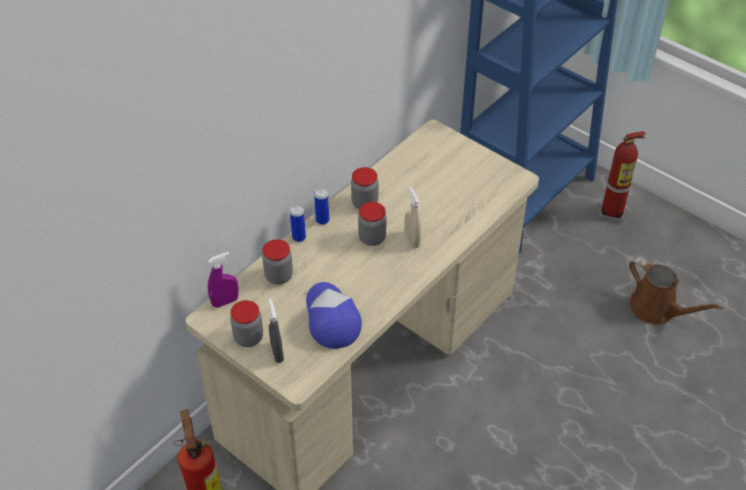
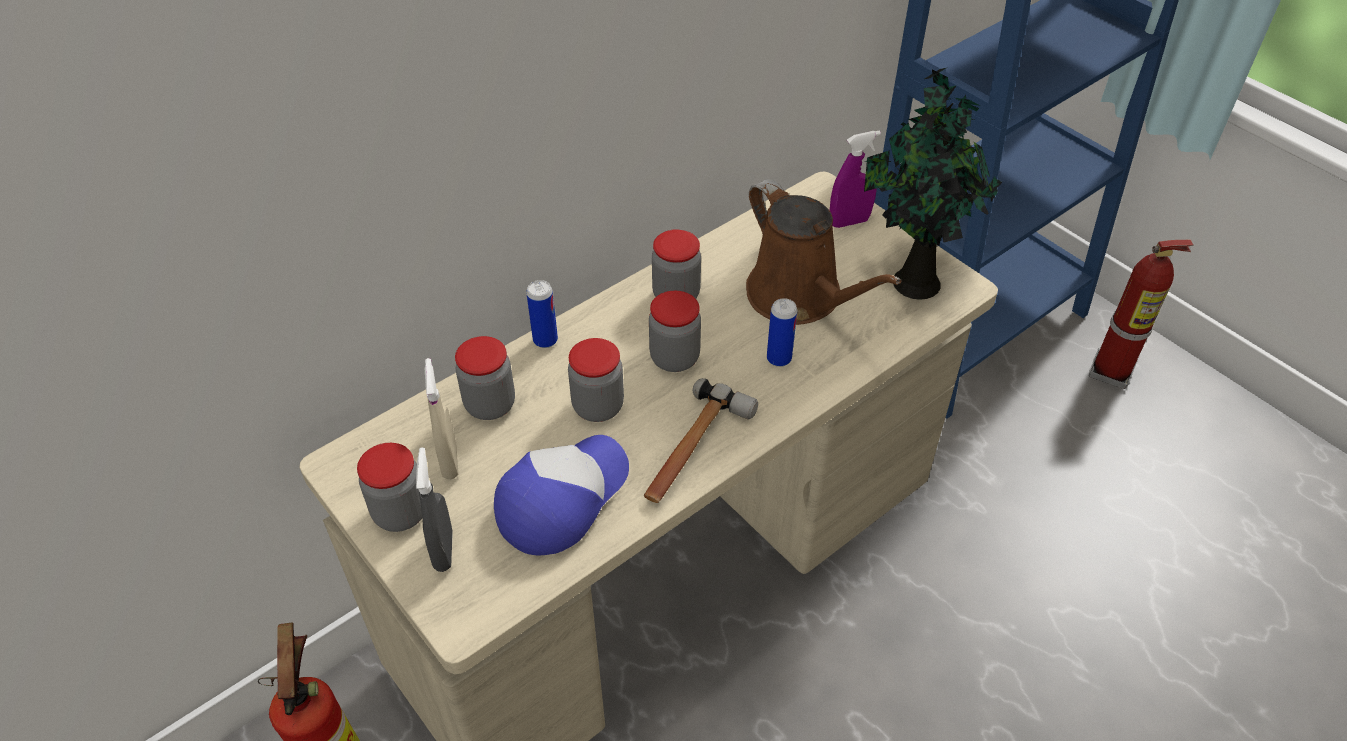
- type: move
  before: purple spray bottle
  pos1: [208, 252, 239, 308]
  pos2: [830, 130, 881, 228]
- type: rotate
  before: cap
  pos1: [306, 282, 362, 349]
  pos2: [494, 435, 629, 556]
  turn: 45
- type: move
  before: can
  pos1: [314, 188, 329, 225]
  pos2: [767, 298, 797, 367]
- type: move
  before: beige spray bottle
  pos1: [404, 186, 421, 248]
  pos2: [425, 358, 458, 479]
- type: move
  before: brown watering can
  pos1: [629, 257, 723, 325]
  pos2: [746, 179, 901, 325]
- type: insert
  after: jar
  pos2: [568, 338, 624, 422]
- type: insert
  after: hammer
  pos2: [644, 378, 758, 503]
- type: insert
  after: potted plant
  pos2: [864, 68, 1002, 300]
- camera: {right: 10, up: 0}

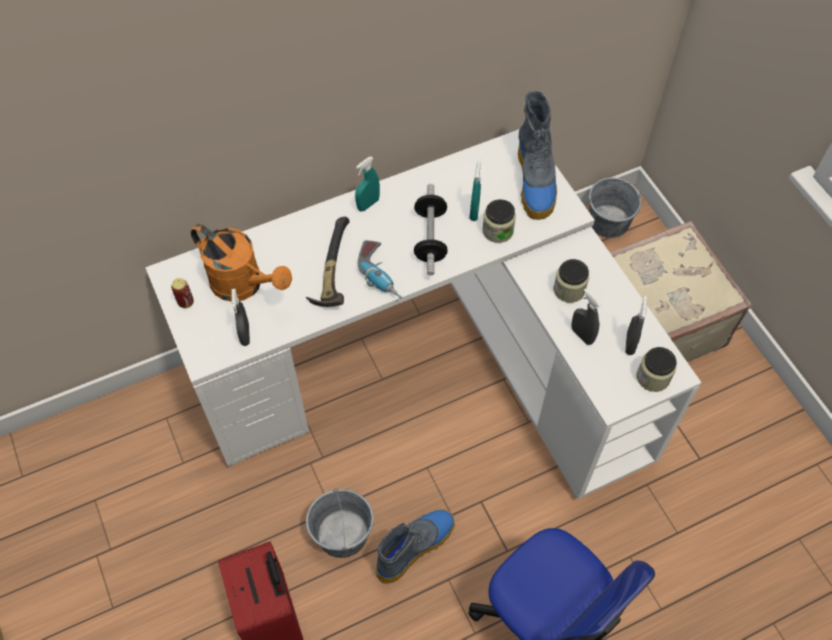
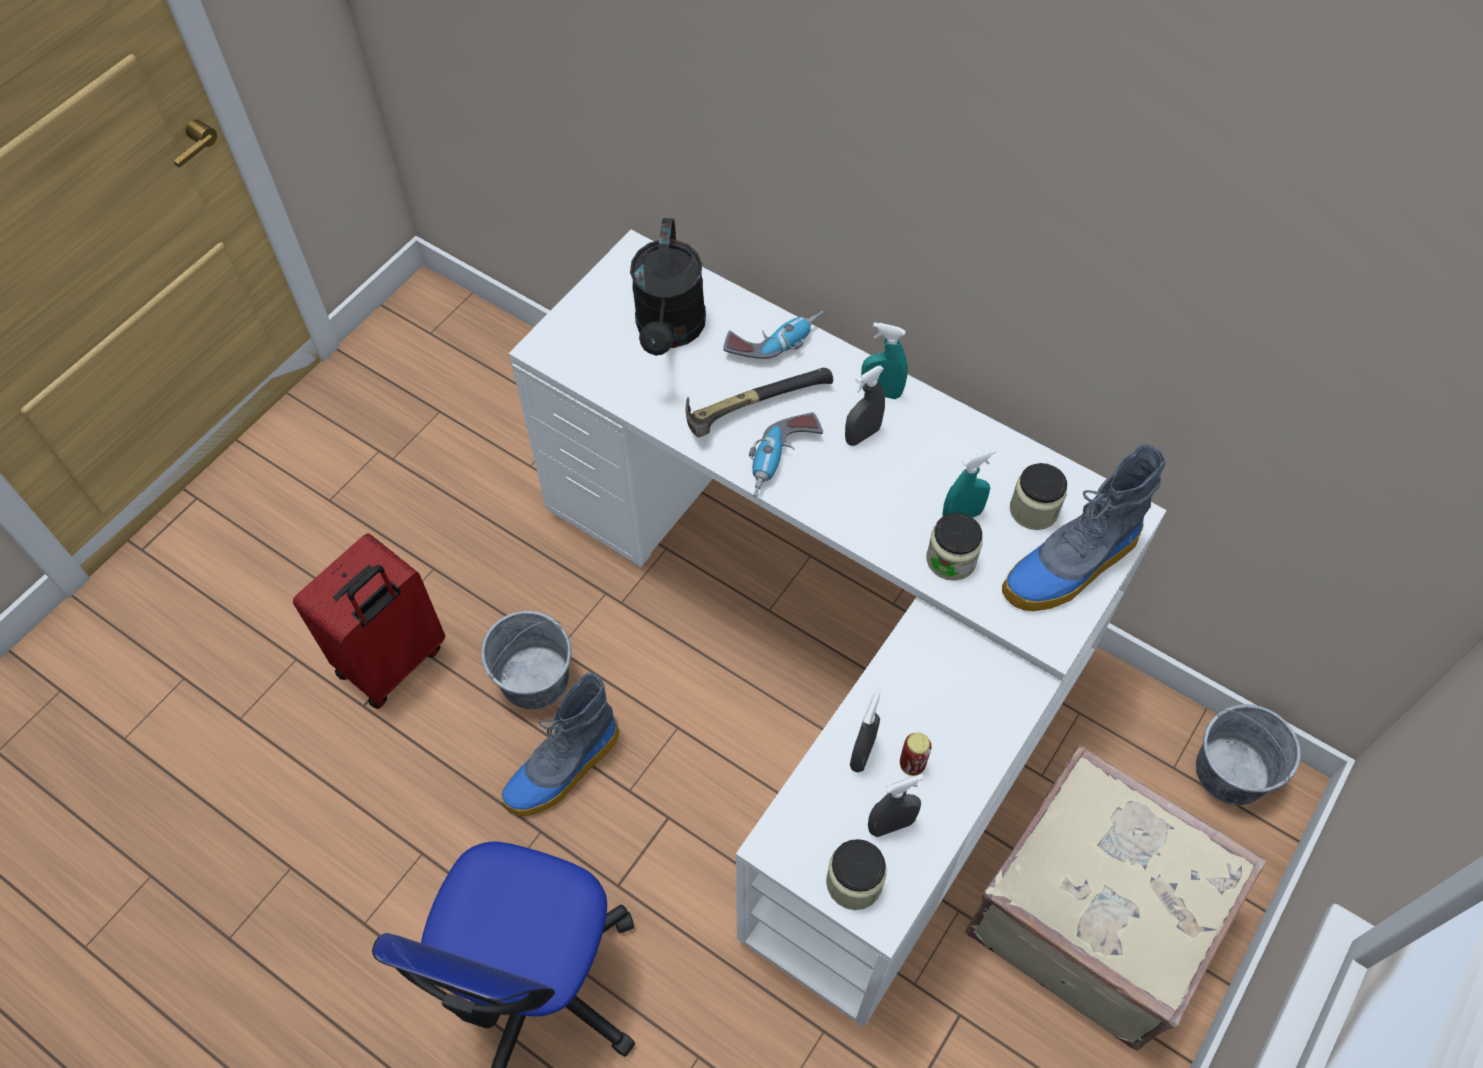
- type: move
  before: can
  pos1: [171, 278, 194, 308]
  pos2: [900, 732, 932, 776]
- type: recolor
  before: orange watering can
  after: black watering can
  pos1: [191, 224, 292, 302]
  pos2: [630, 218, 706, 356]
- type: move
  before: grey spray bottle
  pos1: [231, 289, 250, 346]
  pos2: [845, 366, 885, 446]
- type: rotate
  before: boot
  pos1: [376, 509, 455, 584]
  pos2: [501, 673, 620, 816]
  turn: 120
- type: delete
  before: dumbbell
  pos1: [414, 184, 448, 276]
- type: move
  before: jar
  pos1: [553, 259, 589, 303]
  pos2: [1010, 463, 1067, 530]
- type: insert
  after: power drill
  pos2: [723, 311, 824, 359]
- camera: {right: 60, up: 0}

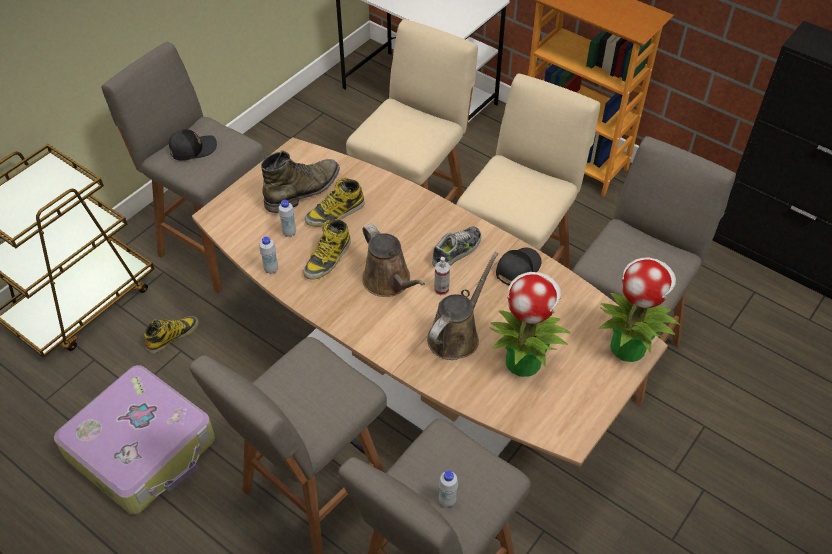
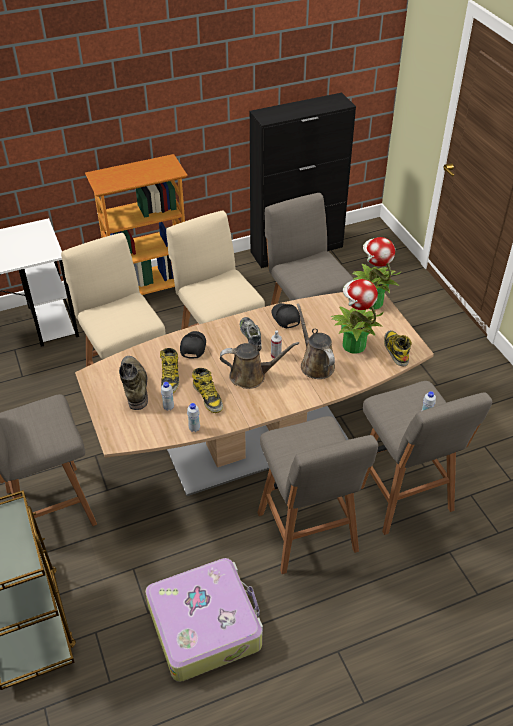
- type: move
  before: boot
  pos1: [144, 316, 199, 354]
  pos2: [384, 330, 412, 366]
- type: move
  before: black cap
  pos1: [169, 129, 217, 161]
  pos2: [180, 331, 206, 358]
- camera: {right: -60, up: -5}

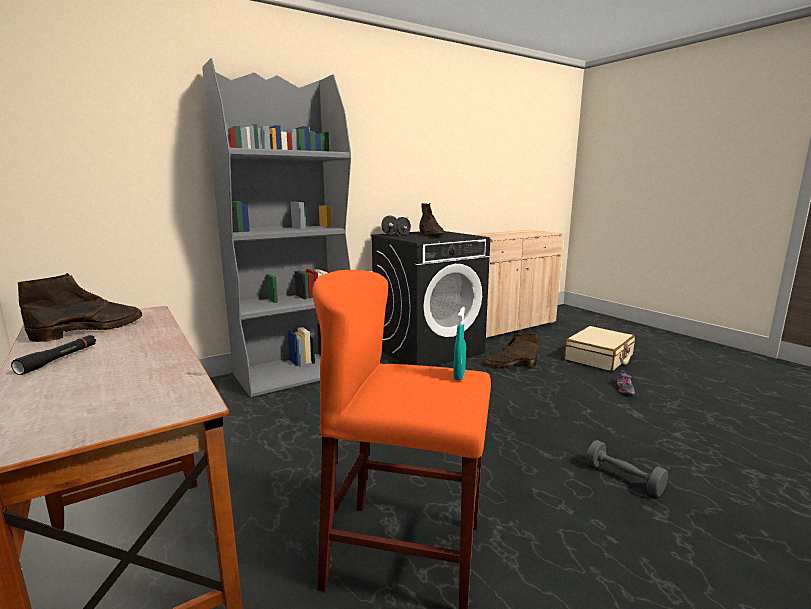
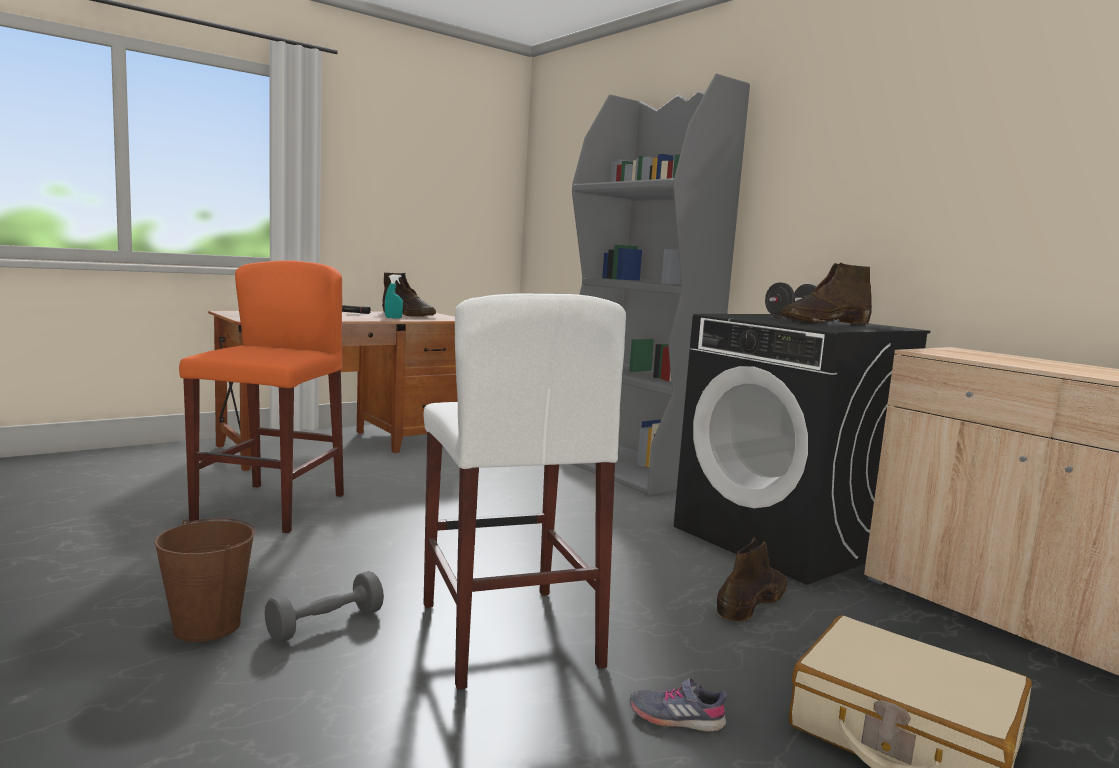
- type: move
  before: turquoise spray bottle
  pos1: [453, 307, 466, 381]
  pos2: [385, 275, 403, 319]
- type: rotate
  before: brown boot
  pos1: [483, 333, 538, 367]
  pos2: [717, 537, 787, 621]
  turn: 45
- type: insert
  after: brown bucket
  pos2: [154, 519, 256, 642]
- type: insert
  after: white stool
  pos2: [424, 293, 626, 690]
- camera: {right: 85, up: -5}

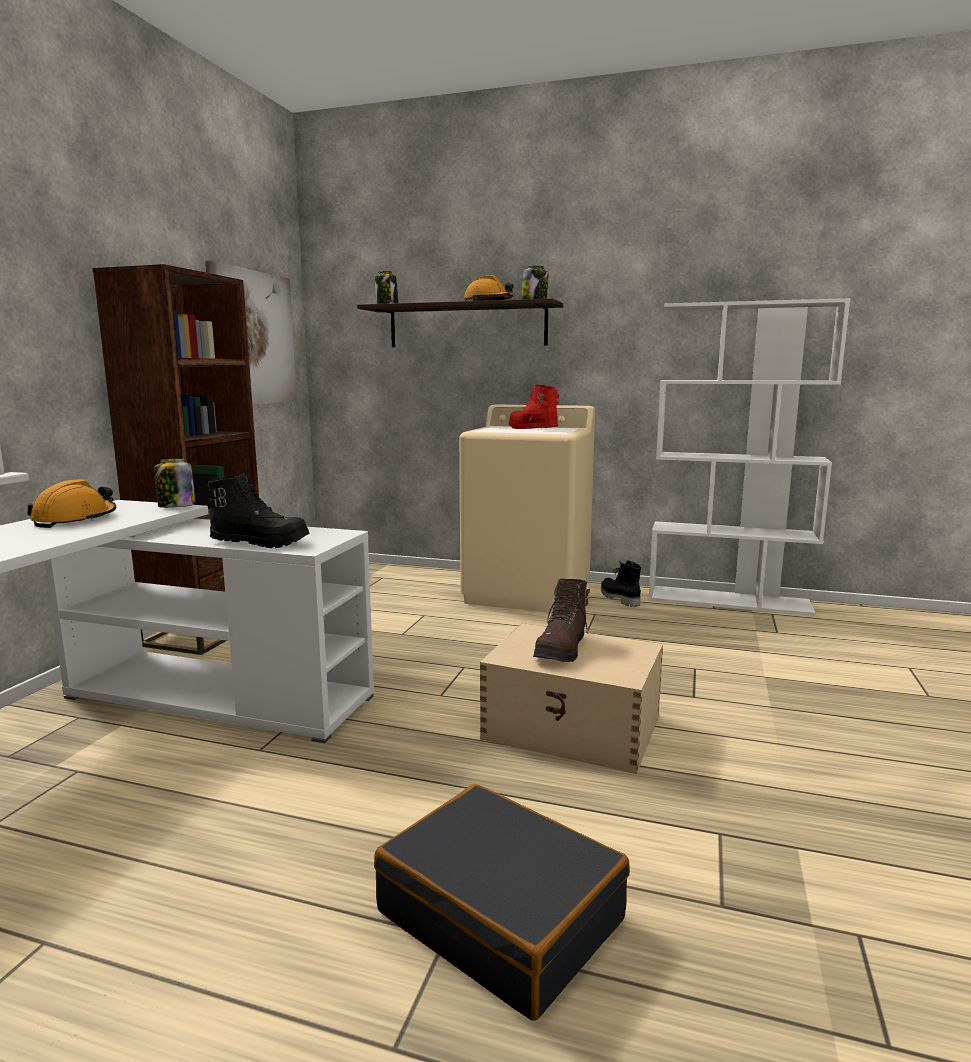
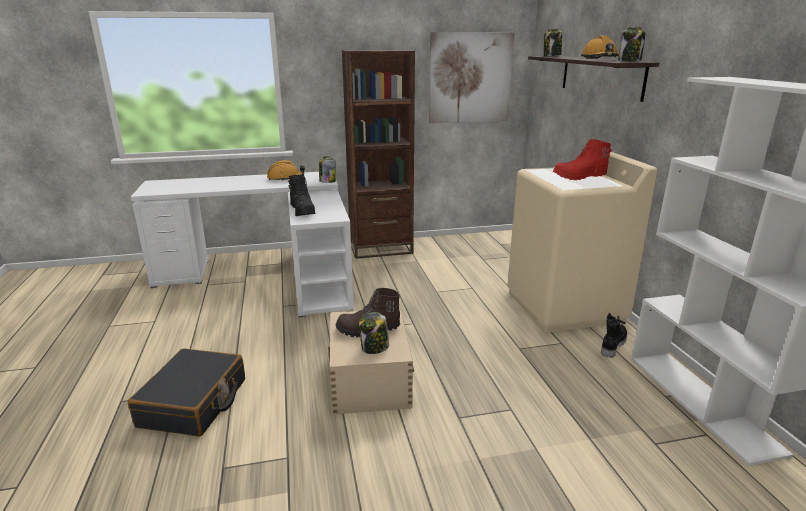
- type: rotate
  before: red boot
  pos1: [509, 384, 559, 429]
  pos2: [553, 139, 612, 180]
  turn: -120
- type: insert
  after: jar
  pos2: [359, 312, 389, 354]
- camera: {right: 60, up: 10}

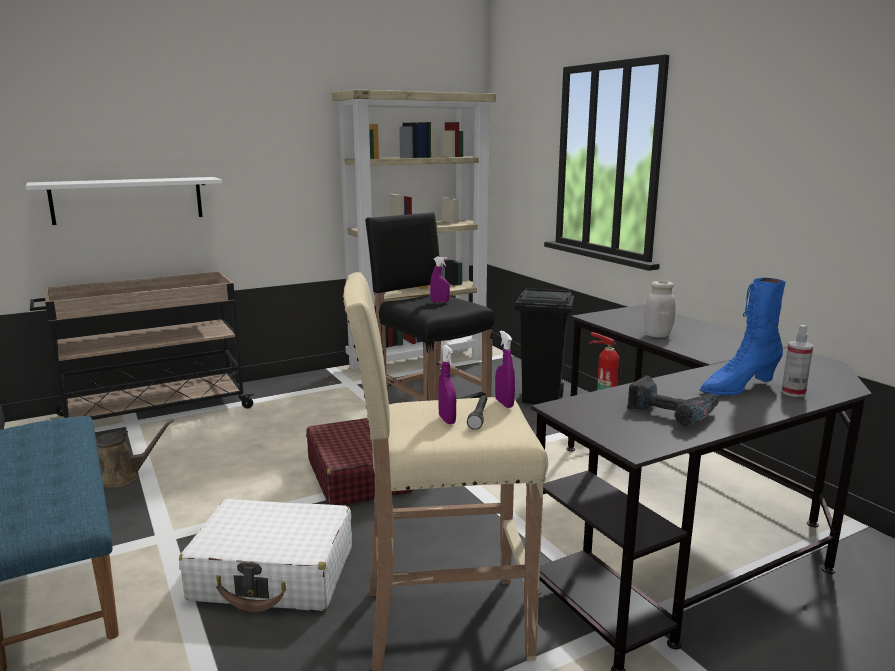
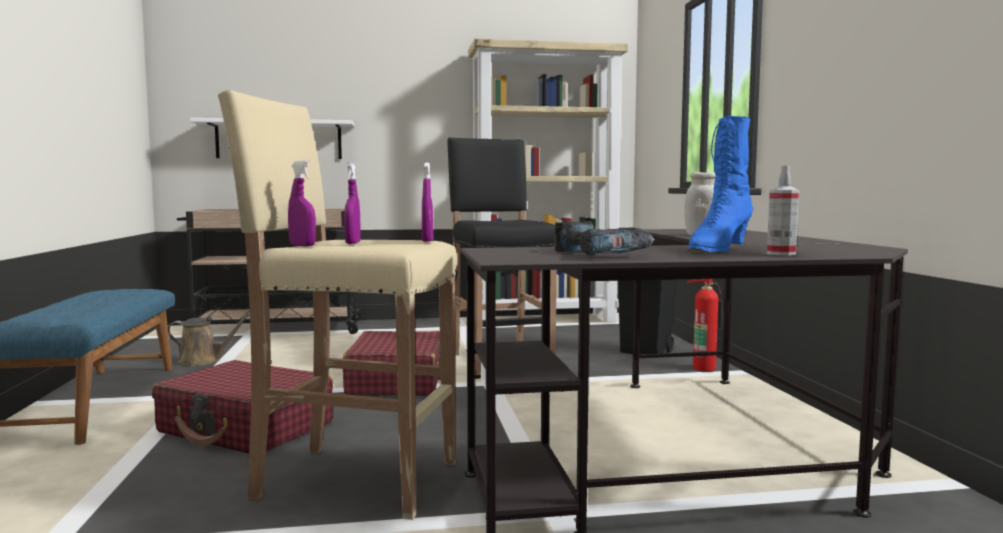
- type: recolor
  before: white suitcase
  after: red suitcase
  pos1: [179, 499, 352, 612]
  pos2: [152, 360, 333, 453]
- type: move
  before: purple spray bottle
  pos1: [430, 257, 450, 303]
  pos2: [288, 160, 316, 246]
- type: delete
  before: grey flashlight
  pos1: [467, 395, 487, 430]
- type: rotate
  before: blue boot
  pos1: [699, 277, 786, 395]
  pos2: [687, 116, 753, 253]
  turn: -45
- camera: {right: 20, up: -10}

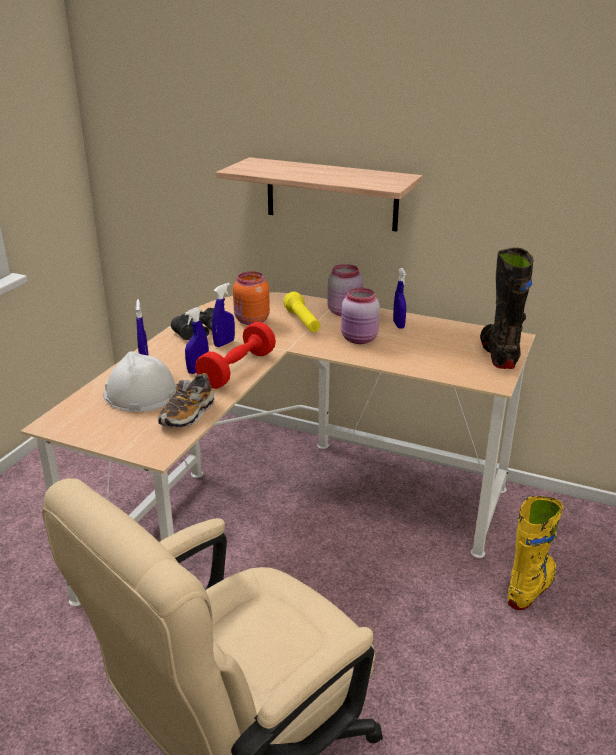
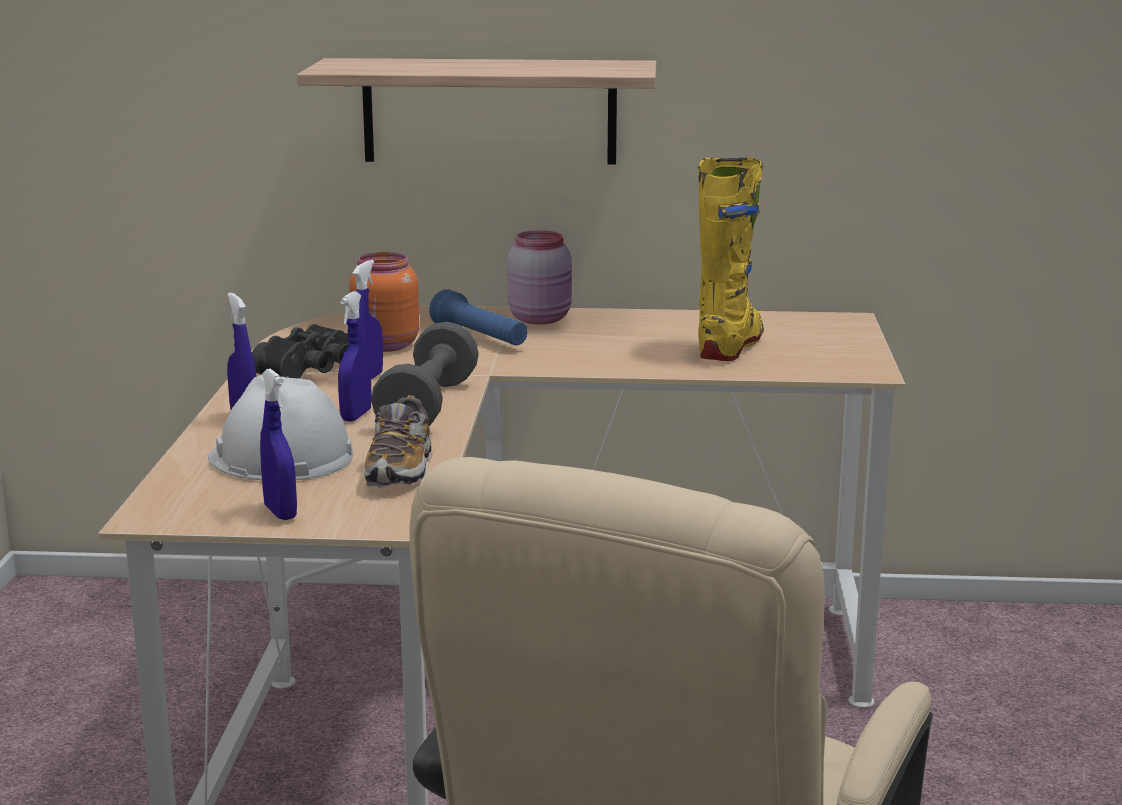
- type: recolor
  before: red dumbbell
  after: grey dumbbell
  pos1: [195, 322, 276, 389]
  pos2: [371, 322, 479, 426]
- type: recolor
  before: yellow flashlight
  after: blue flashlight
  pos1: [283, 292, 320, 332]
  pos2: [429, 289, 528, 345]
- type: delete
  before: pink jar
  pos1: [341, 288, 380, 344]
- type: move
  before: blue spray bottle
  pos1: [393, 268, 406, 329]
  pos2: [260, 369, 297, 520]
- type: delete
  before: black boot
  pos1: [480, 248, 534, 369]
- type: move
  before: yellow boot
  pos1: [508, 496, 563, 610]
  pos2: [698, 158, 764, 361]
- camera: {right: -20, up: -10}

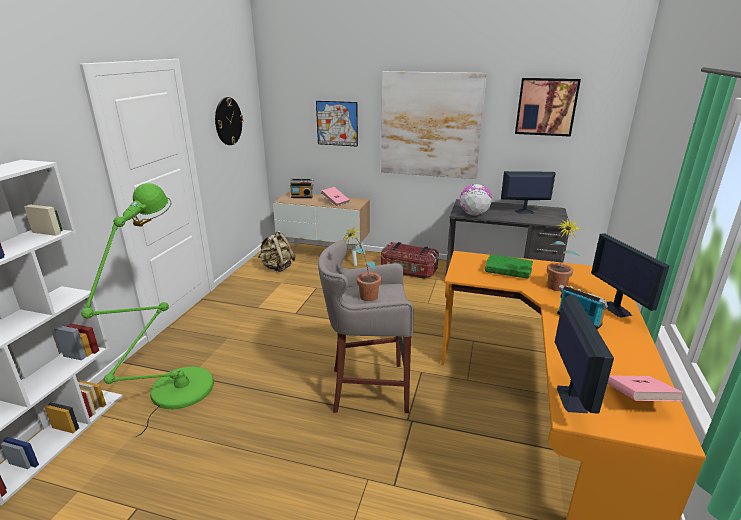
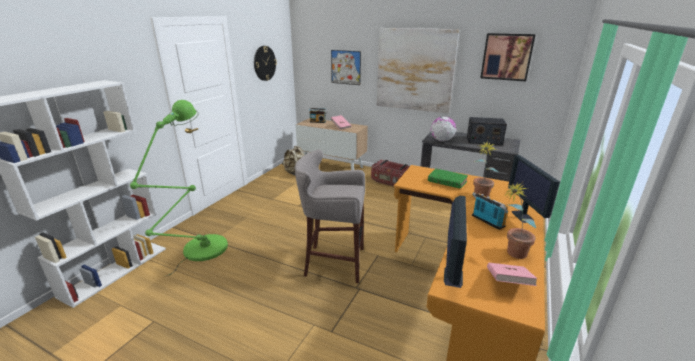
- type: move
  before: potted plant
  pos1: [343, 226, 381, 301]
  pos2: [504, 182, 536, 259]
- type: replace
  before: monitor
  after: radio
  pos1: [501, 171, 556, 214]
  pos2: [467, 117, 507, 145]
- camera: {right: 10, up: 0}

